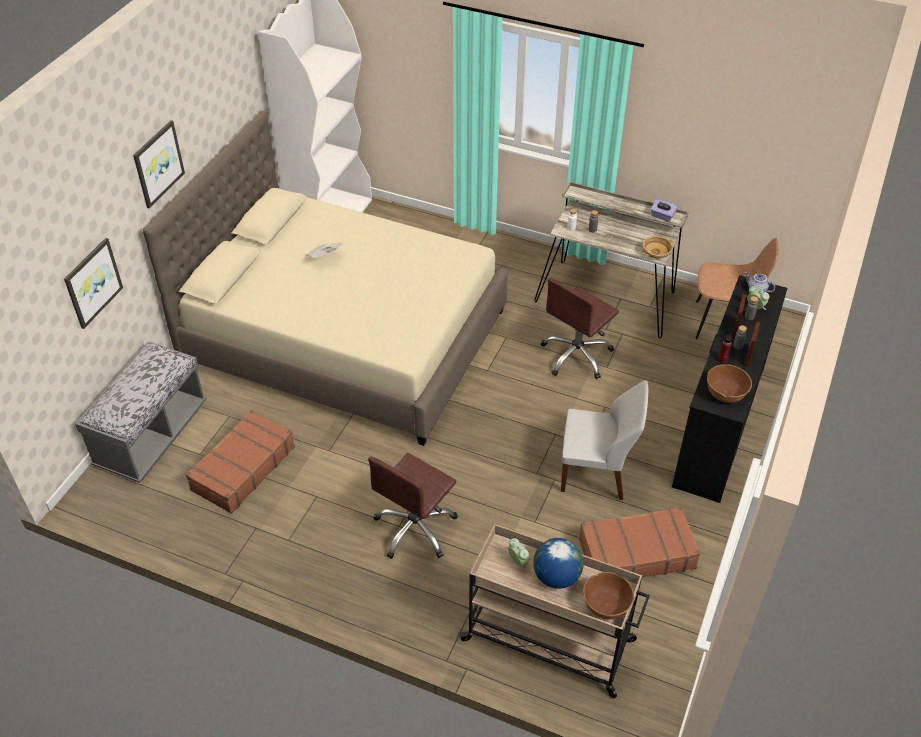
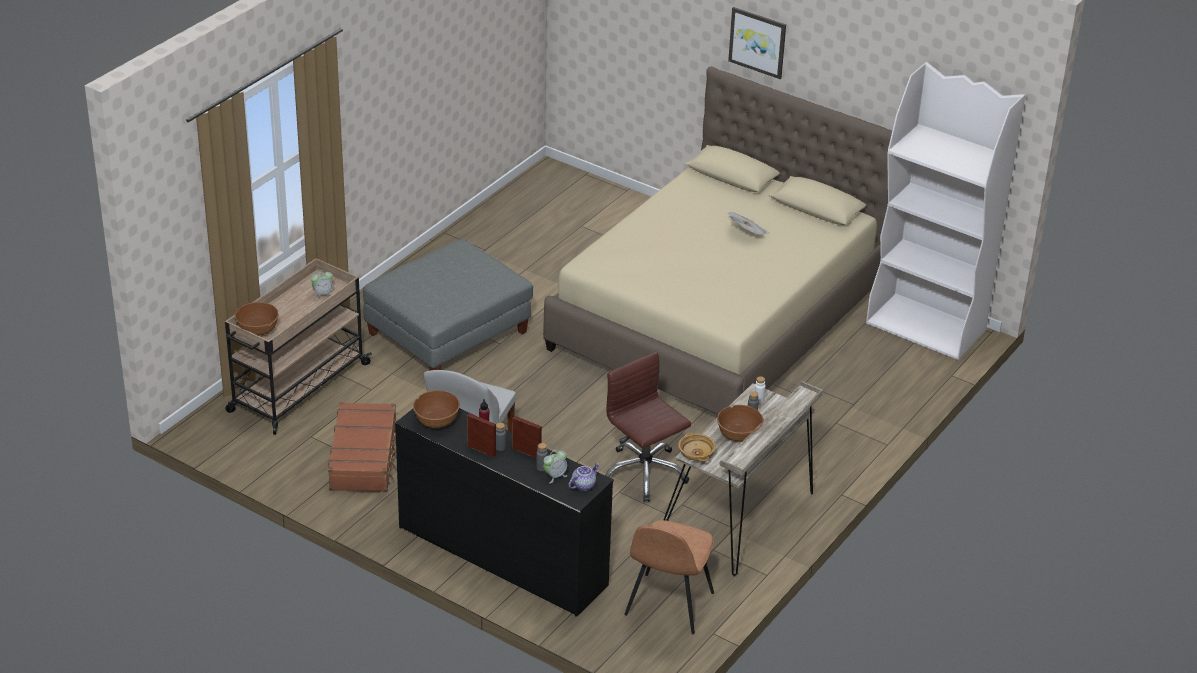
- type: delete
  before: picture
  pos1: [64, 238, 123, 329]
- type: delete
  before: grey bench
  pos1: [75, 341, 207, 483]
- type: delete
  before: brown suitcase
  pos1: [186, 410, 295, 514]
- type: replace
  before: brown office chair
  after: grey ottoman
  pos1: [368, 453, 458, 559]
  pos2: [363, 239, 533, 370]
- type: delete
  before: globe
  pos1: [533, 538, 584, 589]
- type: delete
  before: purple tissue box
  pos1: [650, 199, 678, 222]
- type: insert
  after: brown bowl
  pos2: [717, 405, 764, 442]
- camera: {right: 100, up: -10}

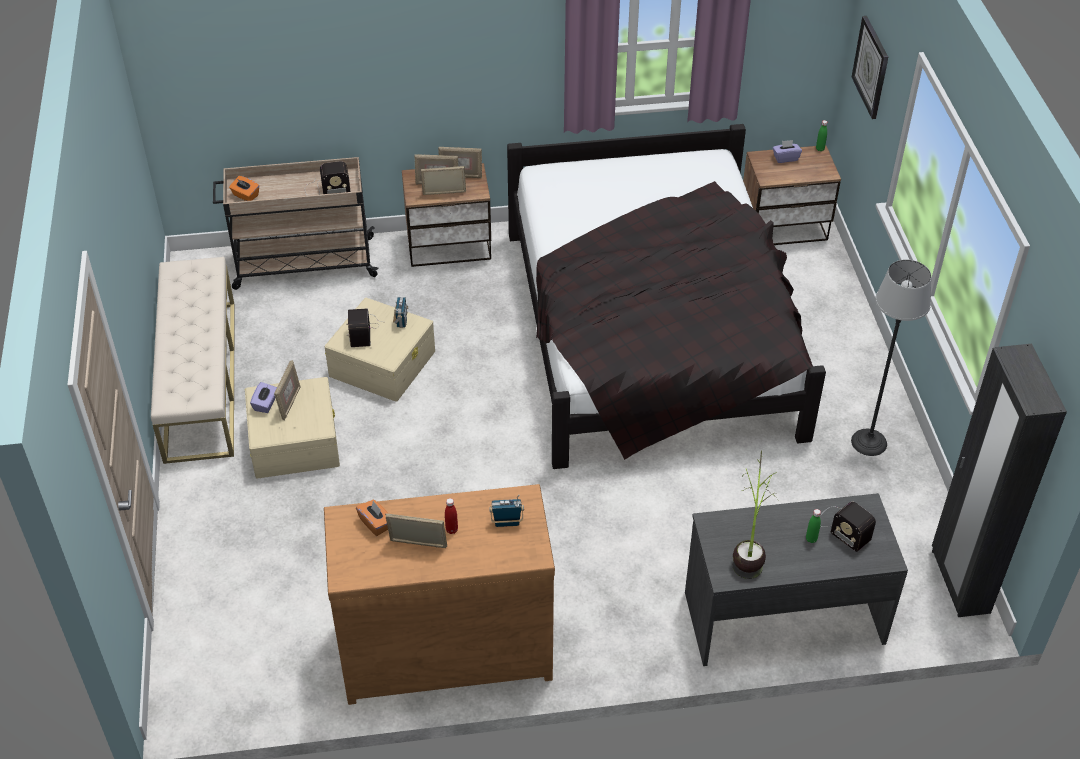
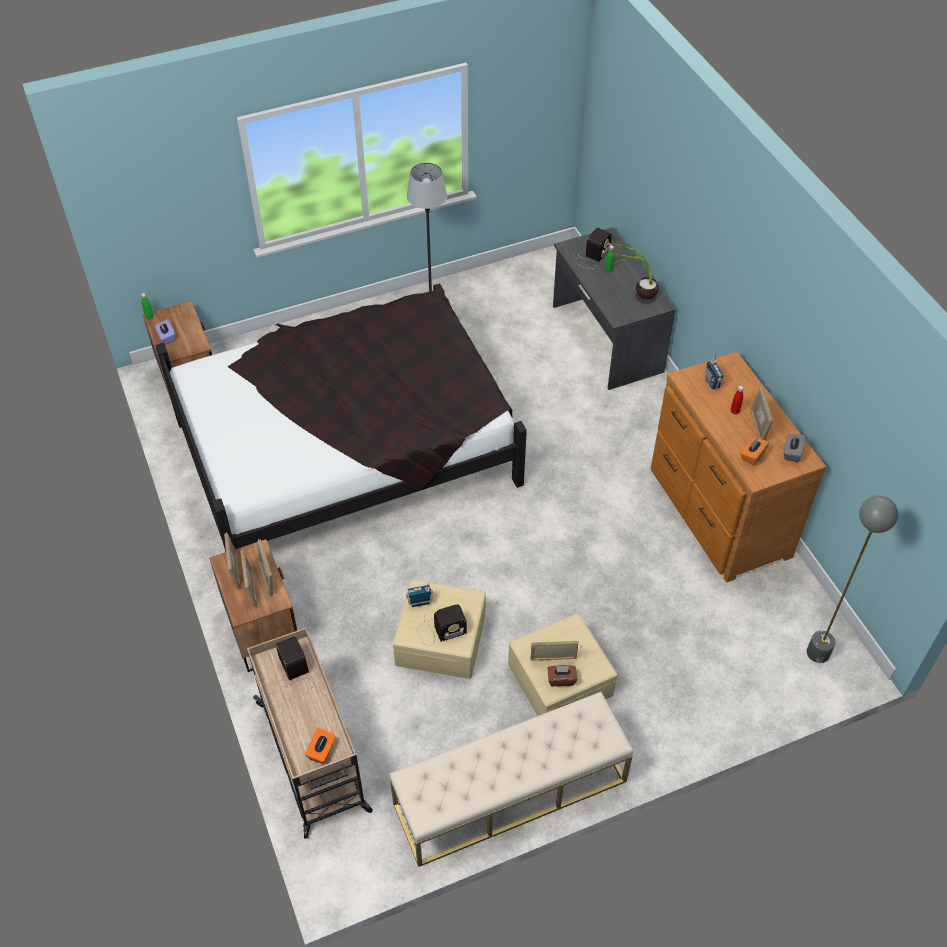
- type: recolor
  before: purple tissue box
  after: brown tissue box
  pos1: [250, 382, 277, 413]
  pos2: [548, 665, 578, 686]
- type: delete
  before: wall clock
  pos1: [852, 16, 888, 119]
- type: delete
  before: black wardrobe
  pos1: [932, 344, 1067, 617]
- type: insert
  after: grey tissue box
  pos2: [784, 434, 806, 462]
- type: insert
  after: grey floor lamp
  pos2: [807, 496, 898, 663]
- camera: {right: -105, up: 5}

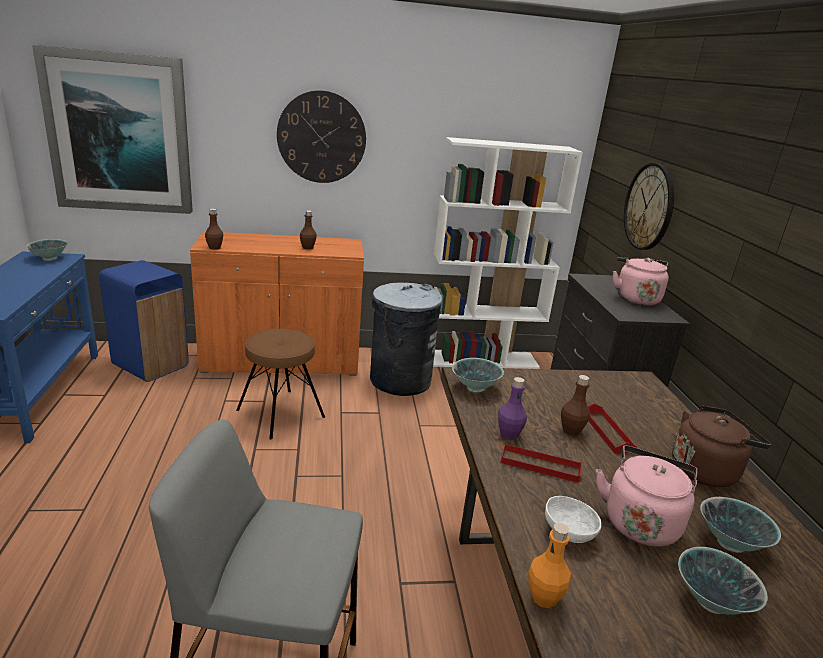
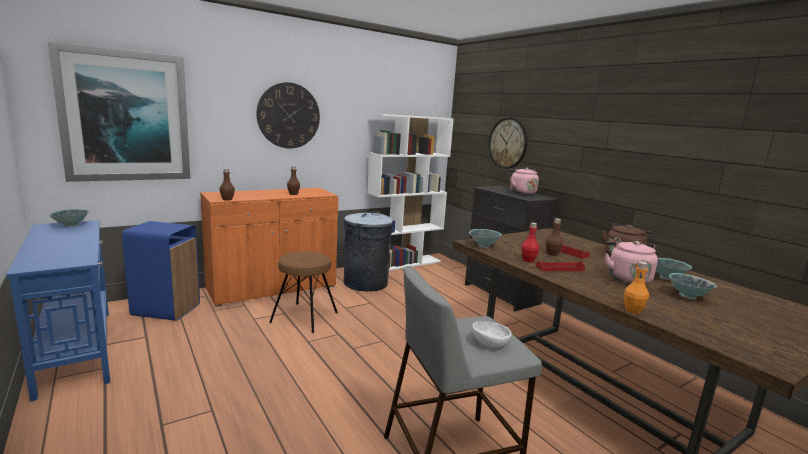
- type: recolor
  before: purple bottle
  after: red bottle
  pos1: [498, 377, 527, 440]
  pos2: [522, 223, 539, 262]
- type: move
  before: white bowl
  pos1: [545, 496, 601, 543]
  pos2: [473, 321, 512, 347]
- camera: {right: -25, up: -10}

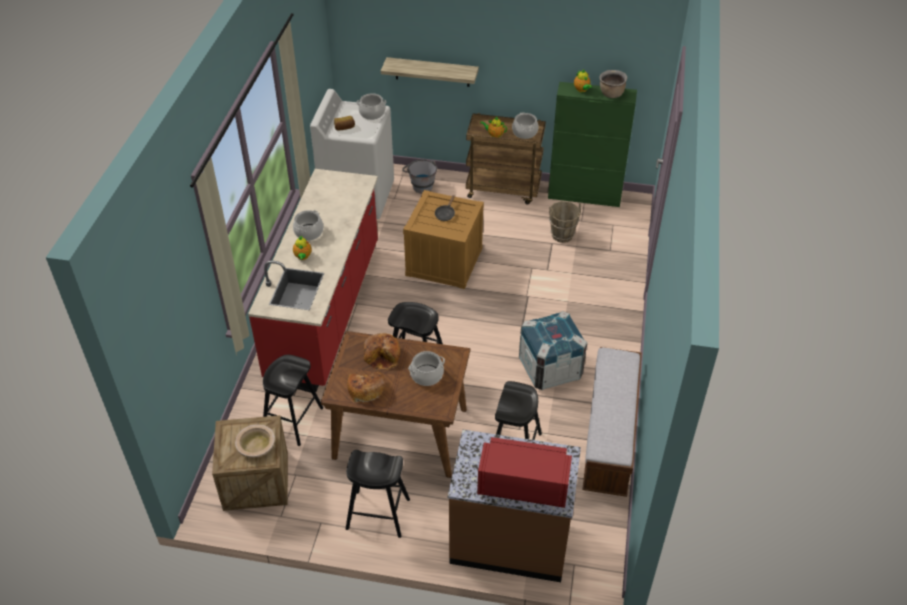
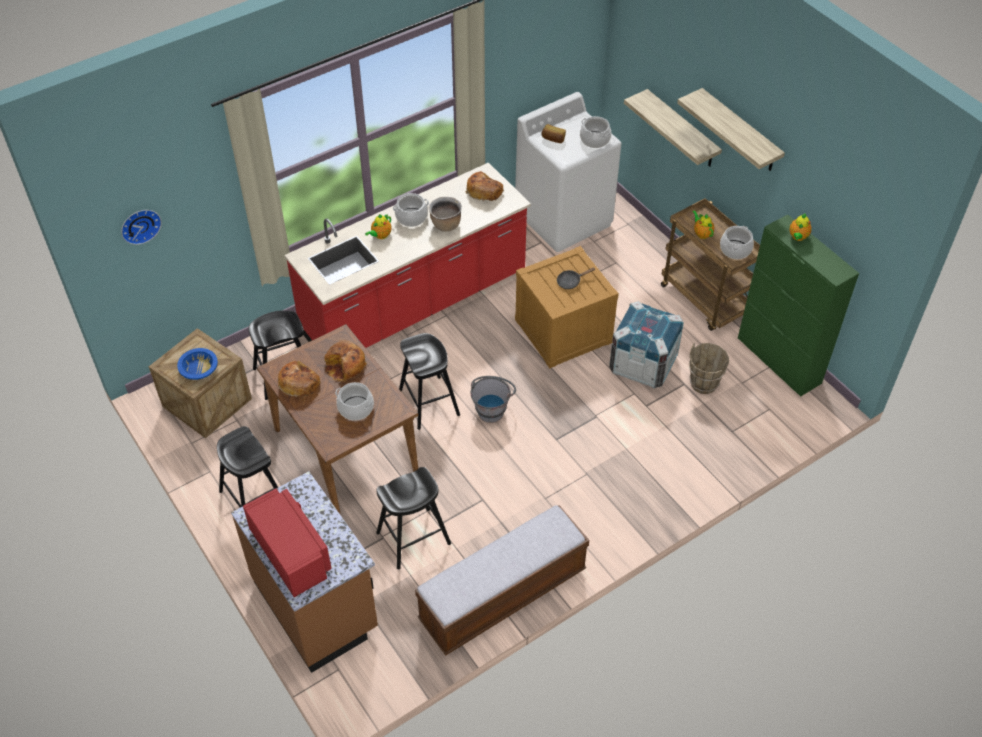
- type: recolor
  before: beige bowl
  after: blue bowl
  pos1: [235, 424, 275, 458]
  pos2: [177, 348, 218, 380]
- type: move
  before: grey bucket
  pos1: [402, 159, 437, 194]
  pos2: [471, 376, 516, 423]
- type: move
  before: crate
  pos1: [519, 311, 587, 390]
  pos2: [609, 301, 684, 388]
- type: move
  before: brown cooking pot
  pos1: [599, 70, 627, 98]
  pos2: [429, 197, 462, 232]
- type: insert
  after: wall clock
  pos2: [121, 210, 162, 245]
- type: insert
  after: bread
  pos2: [466, 171, 504, 202]
- type: insert
  after: shelf
  pos2: [677, 88, 785, 171]
- camera: {right: 45, up: 5}

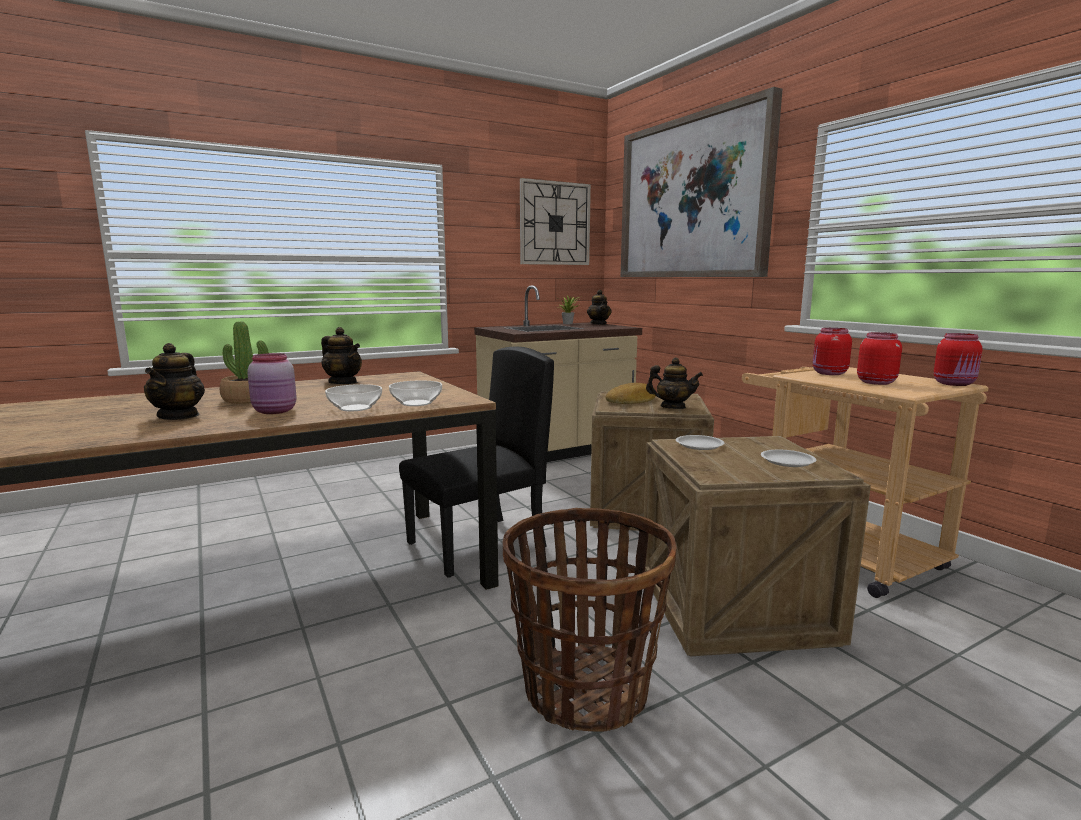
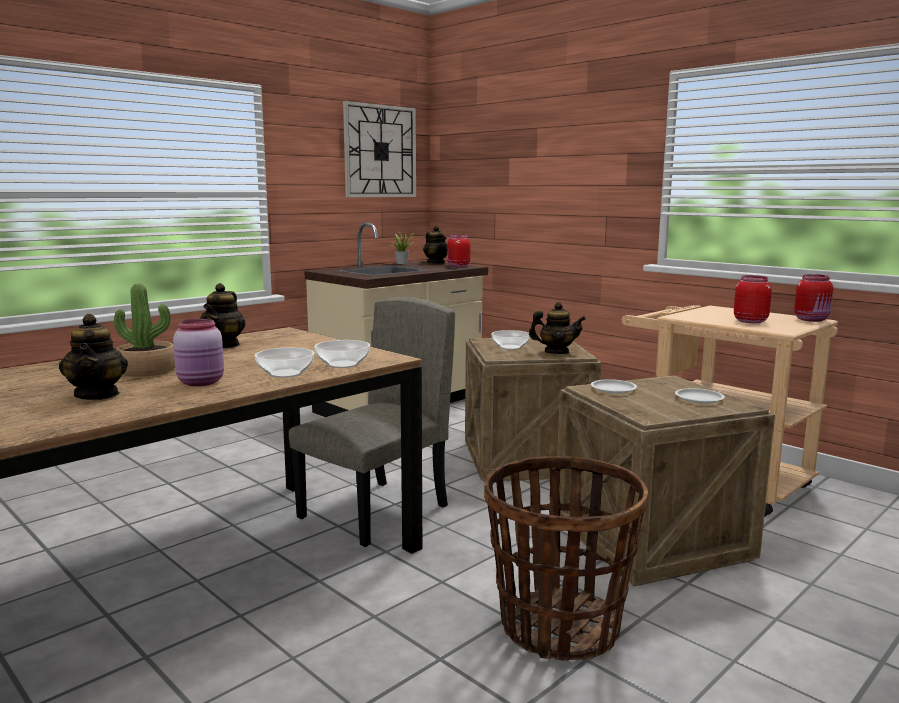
- type: rotate
  before: teapot
  pos1: [321, 327, 362, 384]
  pos2: [199, 283, 246, 348]
  turn: 75
- type: recolor
  before: black chair
  after: beige chair
  pos1: [399, 346, 554, 578]
  pos2: [289, 297, 455, 547]
- type: replace
  before: bread
  after: bowl
  pos1: [606, 383, 656, 404]
  pos2: [491, 330, 530, 350]
- type: delete
  before: picture
  pos1: [621, 87, 782, 277]
- type: move
  before: red jar
  pos1: [813, 328, 852, 375]
  pos2: [447, 235, 470, 267]
- camera: {right: -15, up: 0}

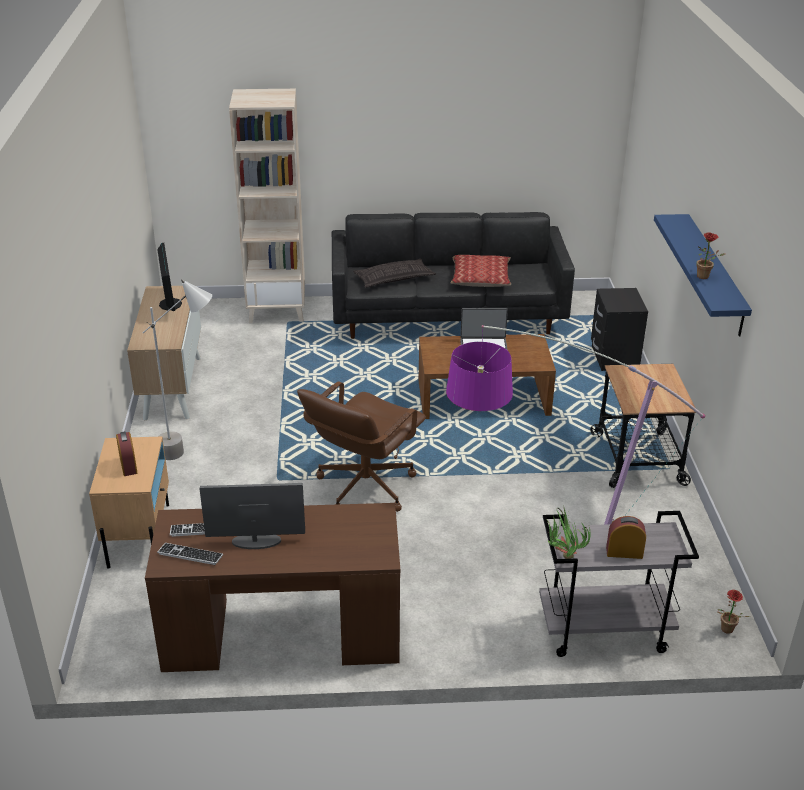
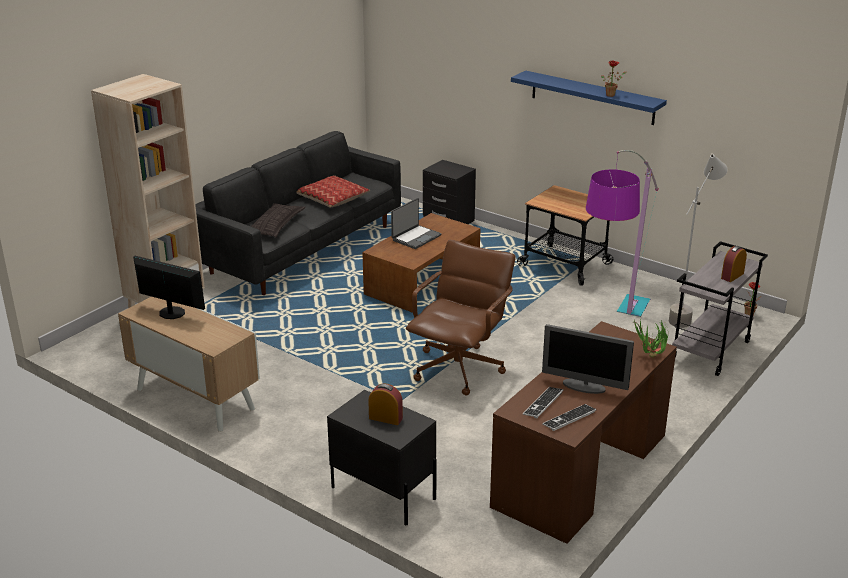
- type: recolor
  before: beige nightstand
  after: black nightstand
  pos1: [89, 437, 169, 569]
  pos2: [327, 390, 437, 525]
- type: move
  before: grey floor lamp
  pos1: [143, 279, 212, 460]
  pos2: [669, 154, 728, 328]
- type: rotate
  before: monitor
  pos1: [200, 483, 305, 549]
  pos2: [542, 324, 634, 394]
  turn: -105
- type: rotate
  before: brown office chair
  pos1: [297, 382, 426, 512]
  pos2: [406, 240, 516, 395]
  turn: -135
- type: move
  before: potted plant
  pos1: [546, 505, 591, 559]
  pos2: [634, 318, 668, 358]
- camera: {right: -50, up: -5}

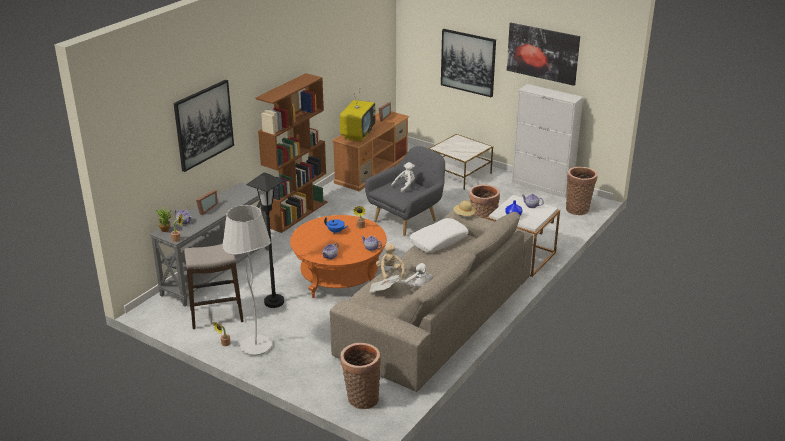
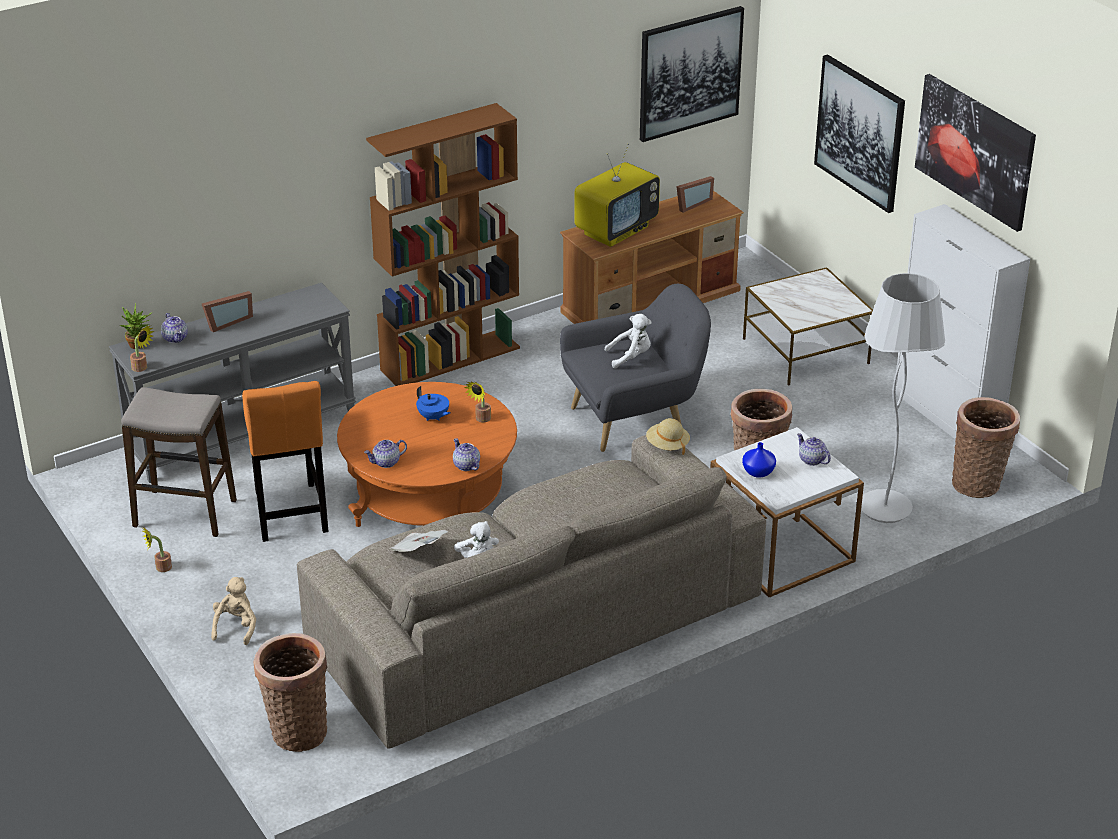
- type: move
  before: picture
  pos1: [174, 80, 234, 172]
  pos2: [640, 6, 744, 142]
- type: move
  before: white floor lamp
  pos1: [223, 205, 272, 356]
  pos2: [861, 273, 945, 523]
- type: replace
  before: black floor lamp
  after: orange stool
  pos1: [246, 172, 284, 308]
  pos2: [242, 381, 329, 542]
- type: move
  before: beige plush toy
  pos1: [376, 243, 405, 279]
  pos2: [211, 577, 256, 645]
- type: delete
  before: white pillow
  pos1: [409, 218, 468, 253]
- camera: {right: 25, up: 5}

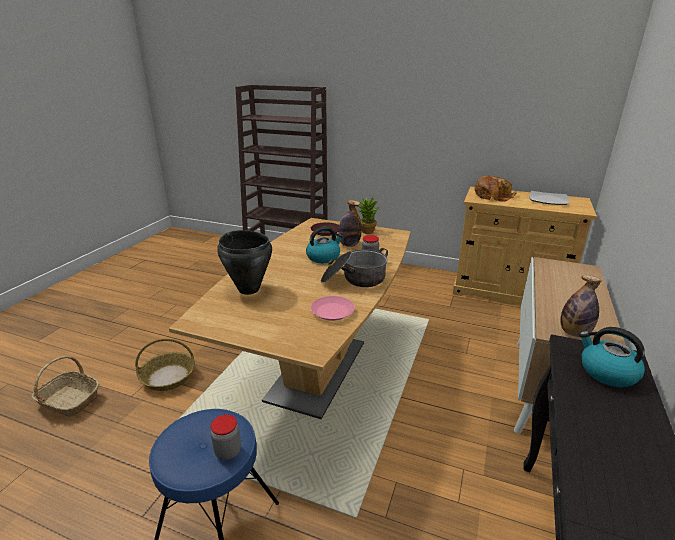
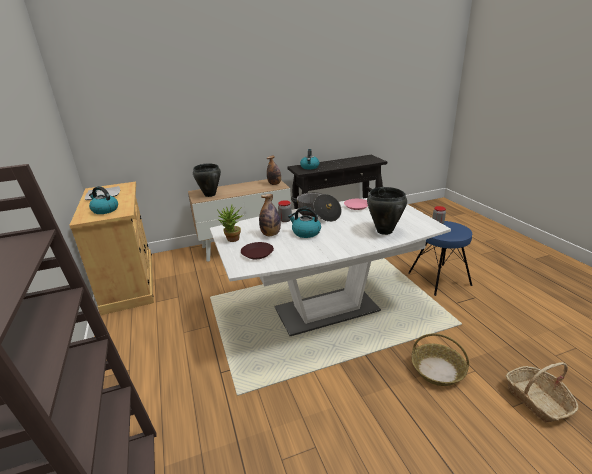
- type: recolor
  before: brown dining table
  after: white dining table
  pos1: [169, 218, 411, 419]
  pos2: [210, 198, 451, 336]
- type: replace
  before: bread
  after: kettle
  pos1: [474, 176, 517, 202]
  pos2: [89, 186, 118, 214]
- type: insert
  after: black cooking pot
  pos2: [193, 163, 221, 197]
- camera: {right: -130, up: 0}

